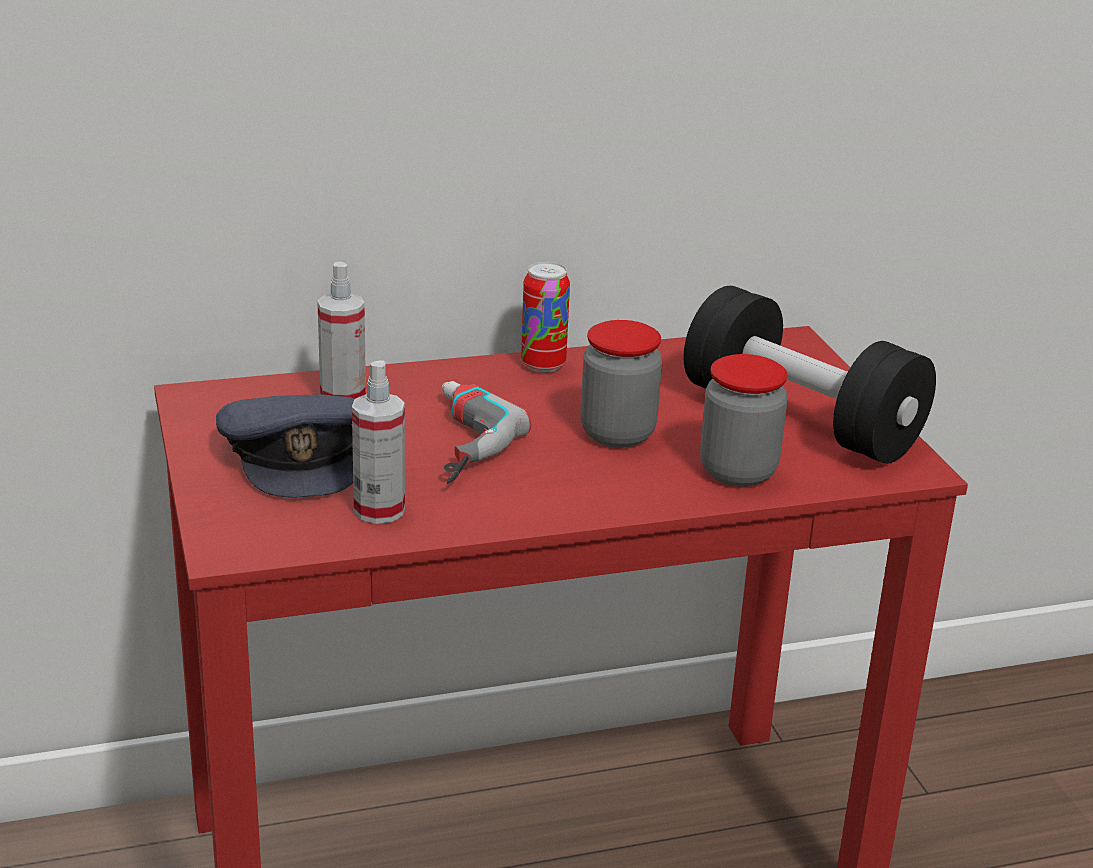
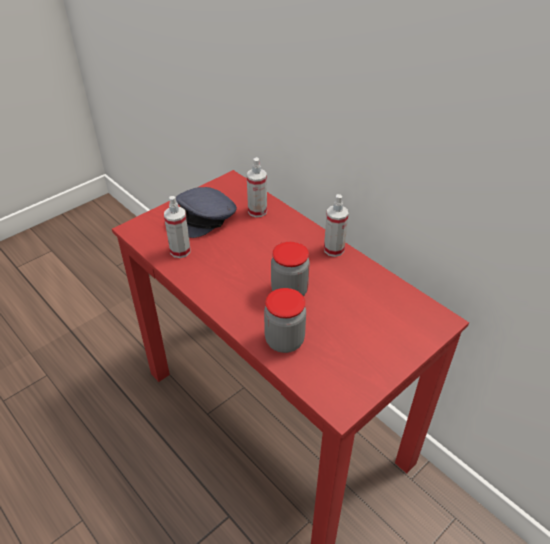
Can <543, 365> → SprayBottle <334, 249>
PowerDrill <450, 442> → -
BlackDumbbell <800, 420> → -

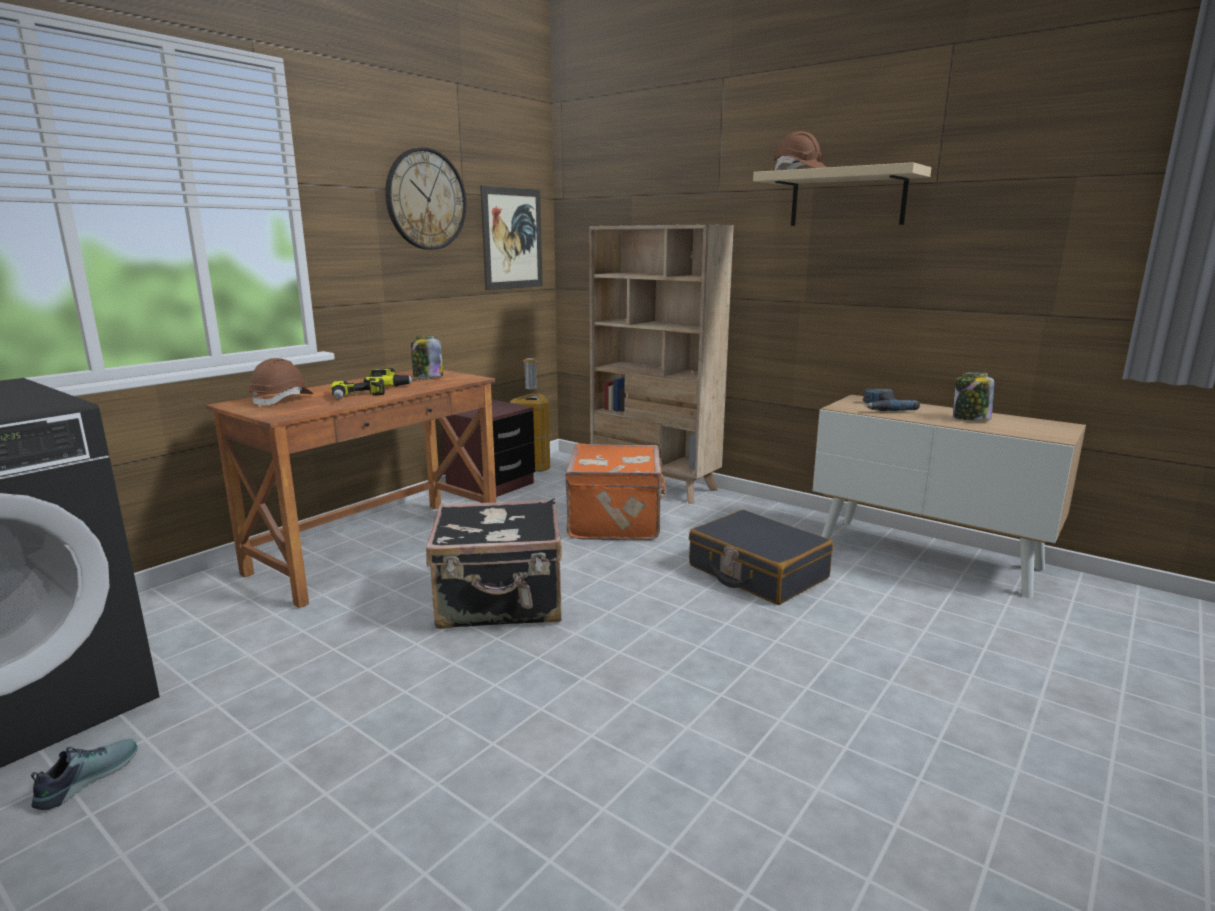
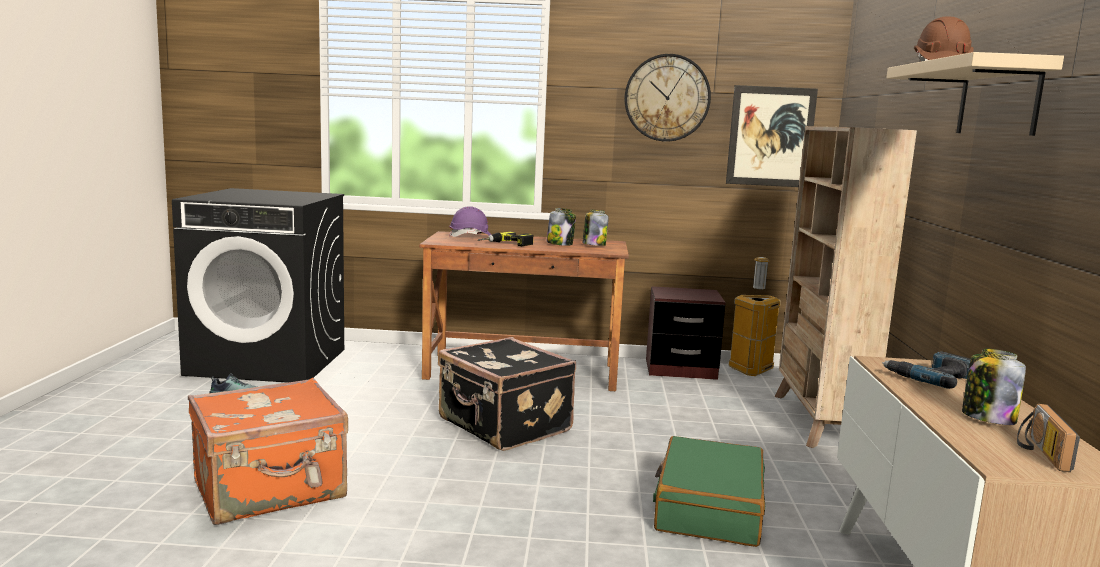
OrangeSuitcase <617, 521> → OrangeSuitcase <271, 490>, moved
BrownHardHat <282, 400> → PurpleHardHat <471, 237>
PowerDrill <398, 383> → Jar <560, 244>
BlackSuitcase <757, 572> → GreenSuitcase <708, 508>
- → Radio <1039, 452>

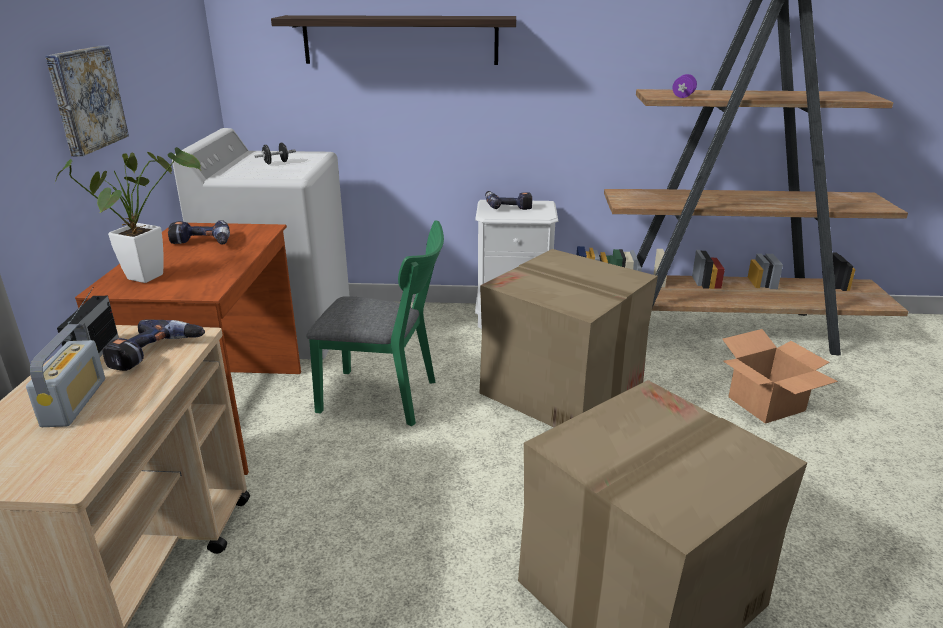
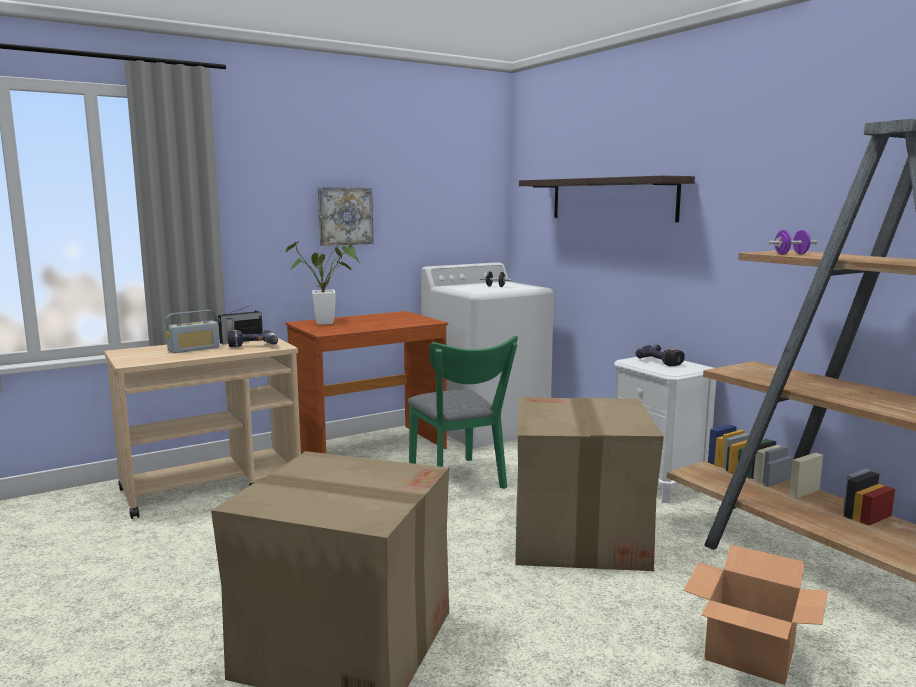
PowerDrill <201, 244> → -

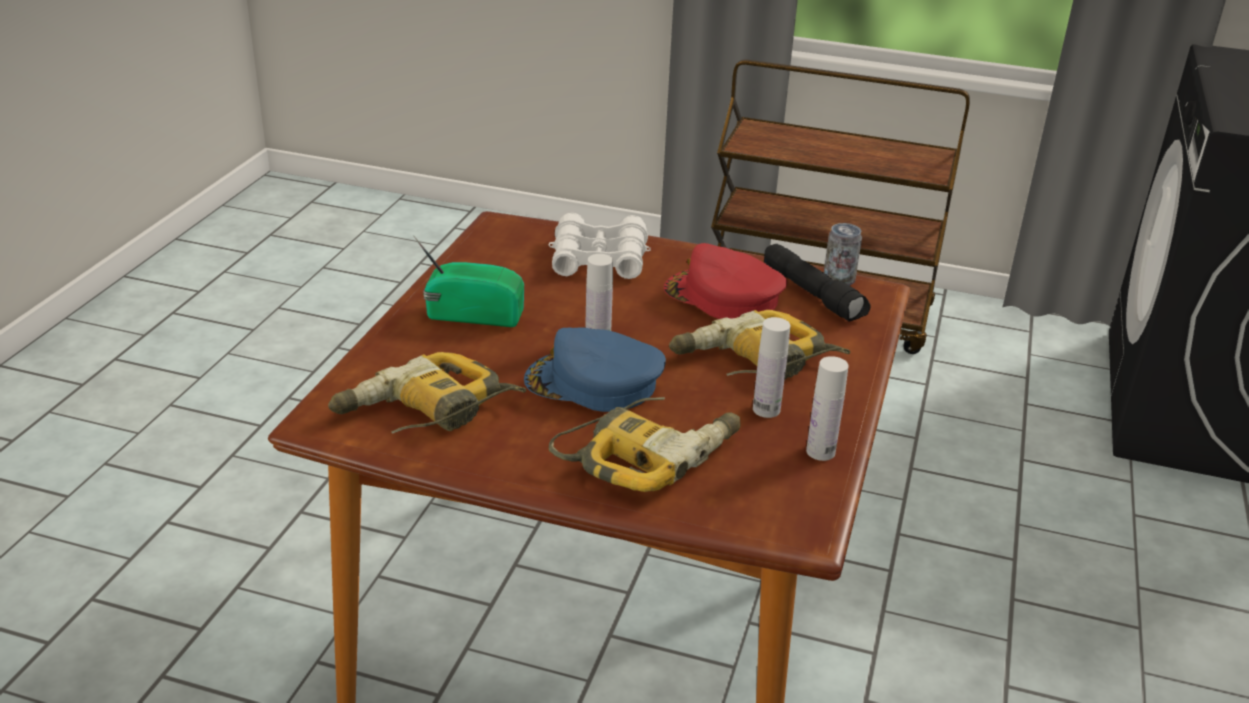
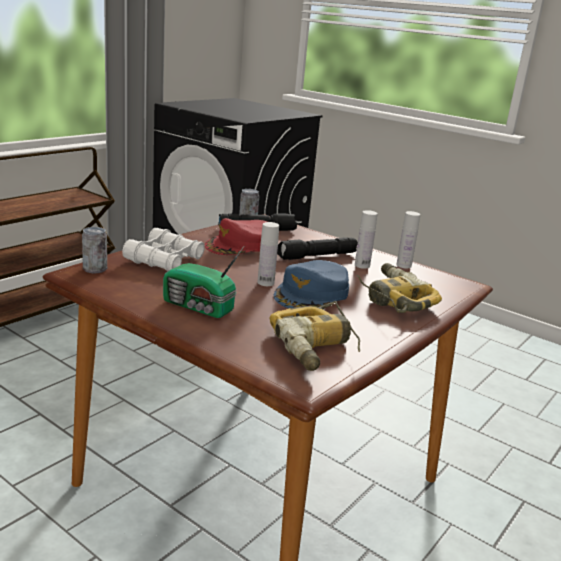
- → Can <95, 269>
Radio <473, 314> → Radio <199, 307>, 90 degrees counterclockwise
PowerDrill <755, 363> → BlackFlashlight <316, 256>

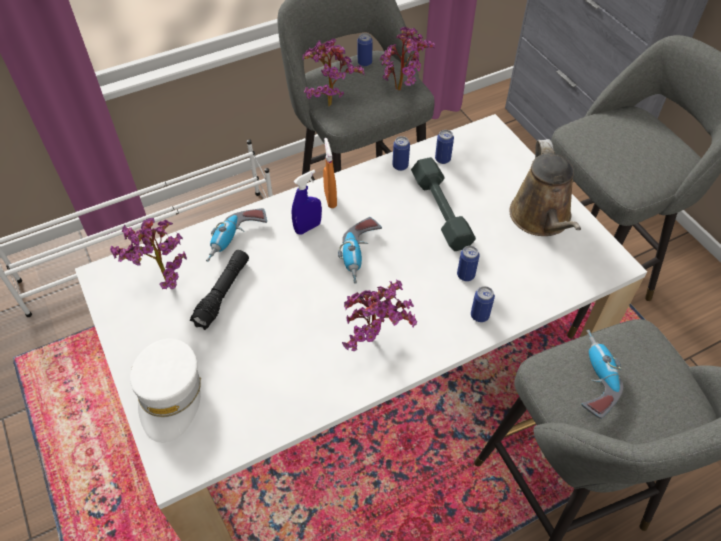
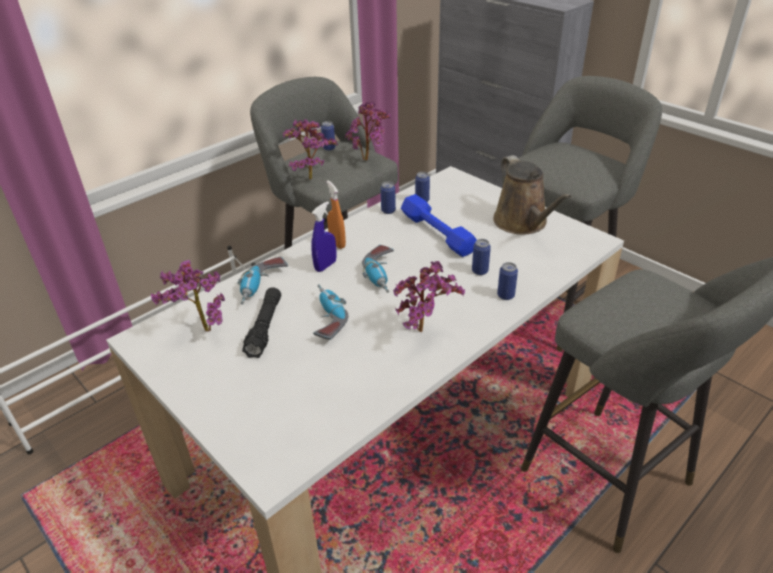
PowerDrill <592, 378> → PowerDrill <326, 318>, moved
GreyDumbbell <441, 210> → BlueDumbbell <437, 233>
WhiteCap <170, 395> → -

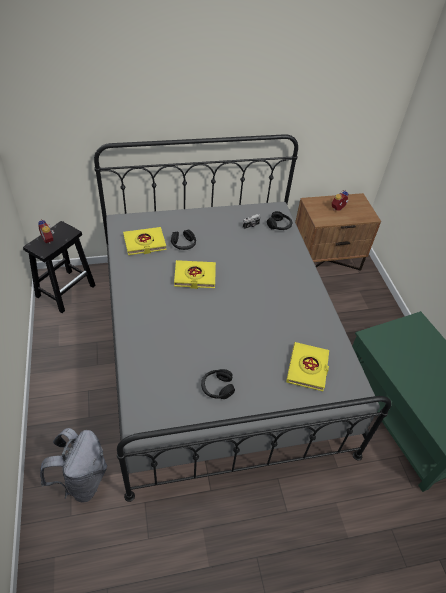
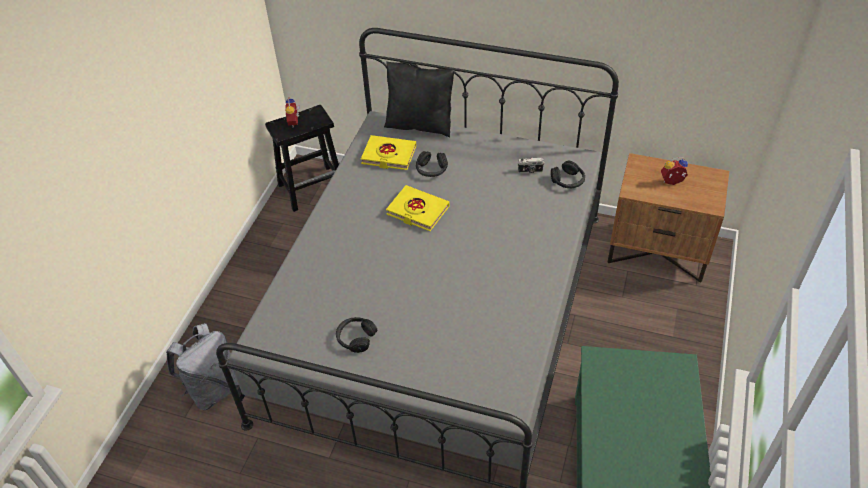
- → BlackPillow <420, 124>
YellowBook <308, 368> → -

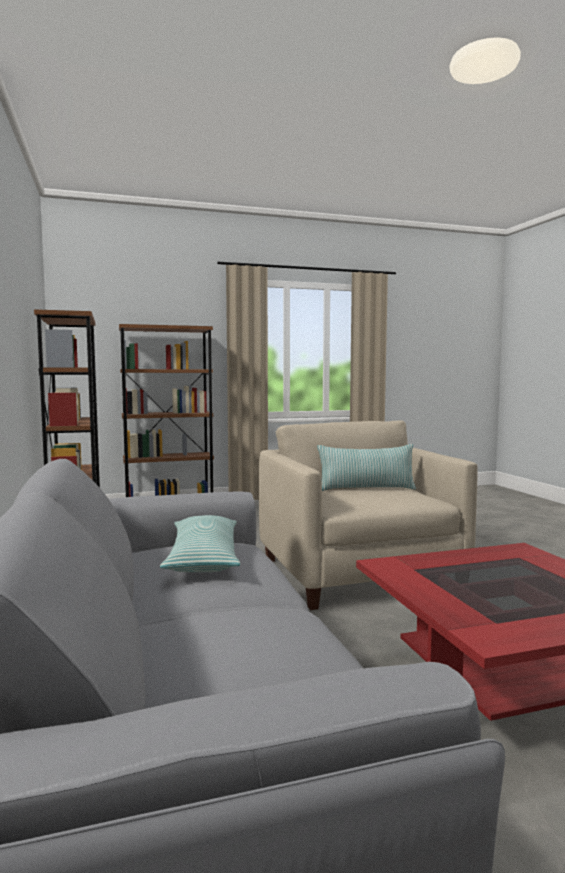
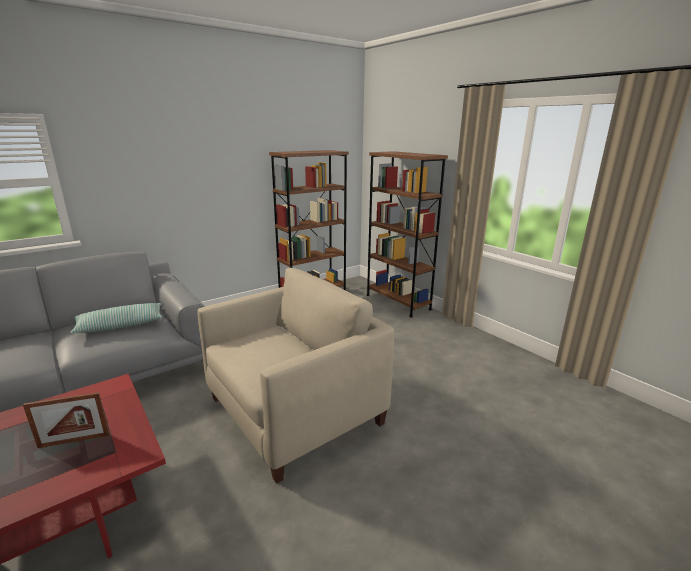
- → PictureFrame <74, 440>
Pillow <366, 489> → -

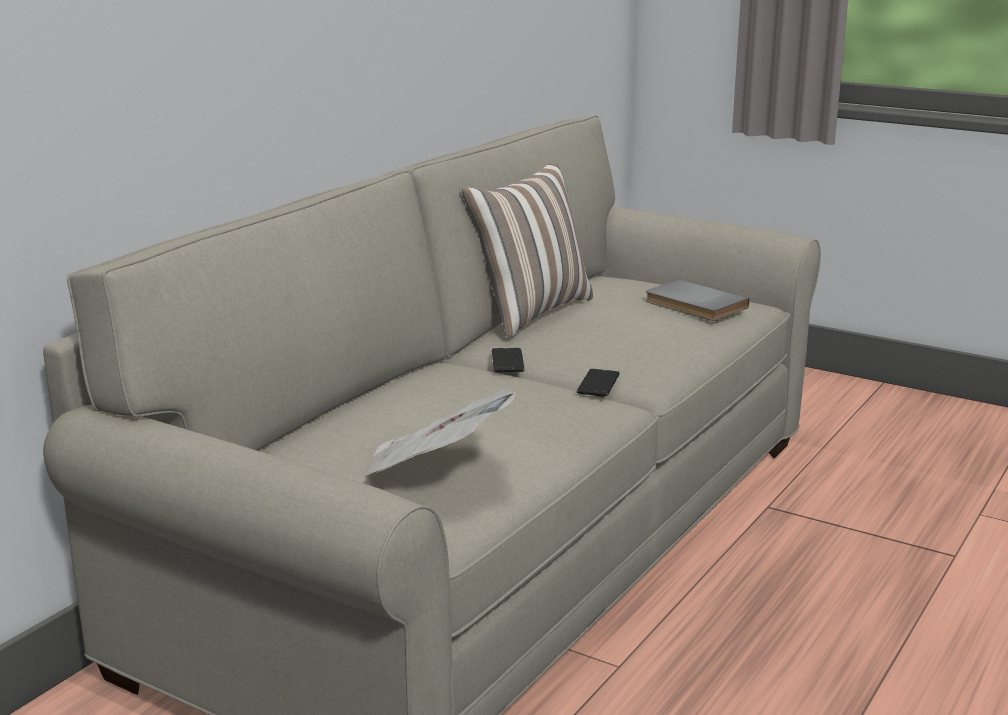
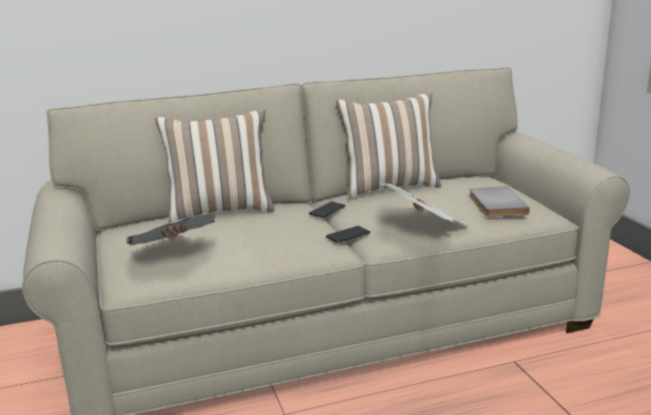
- → Pillow <220, 210>
- → Newspaper <423, 225>

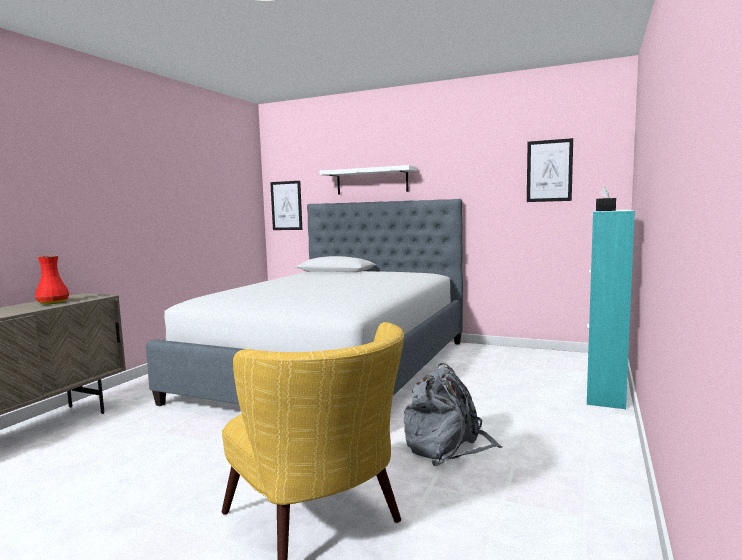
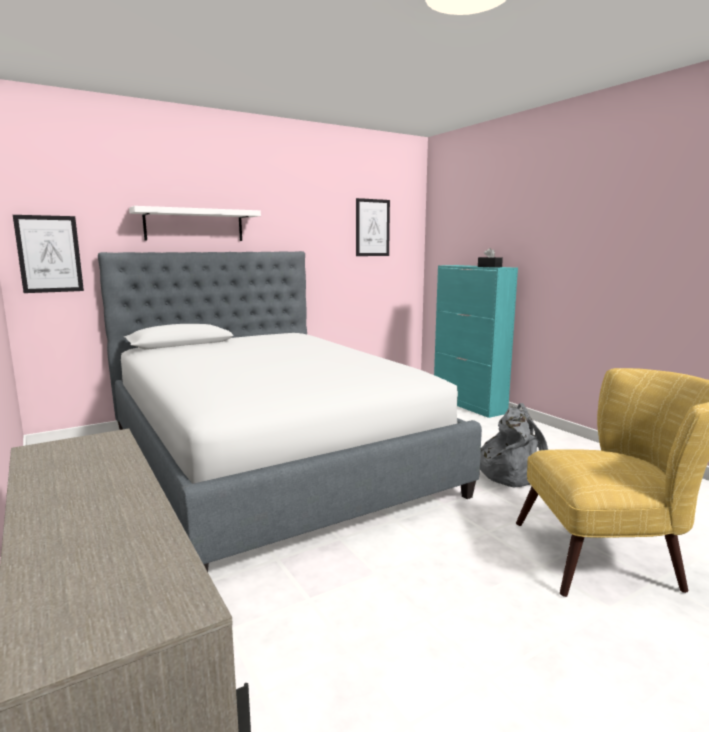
RedVase <54, 302> → -

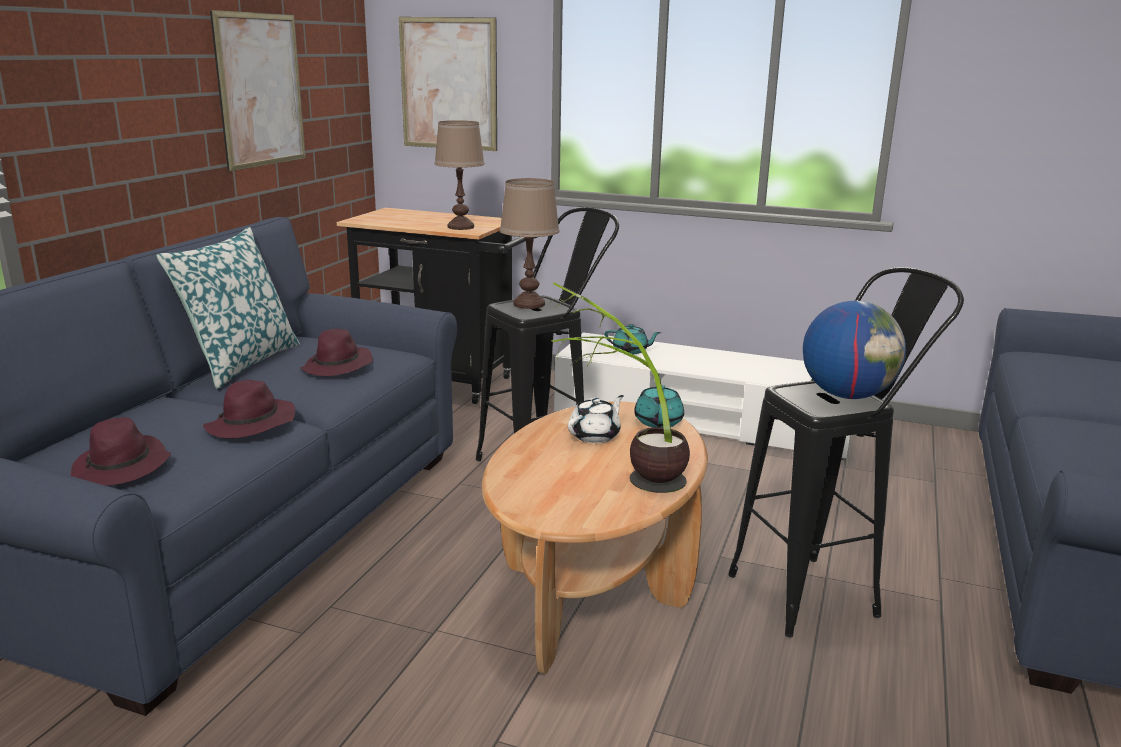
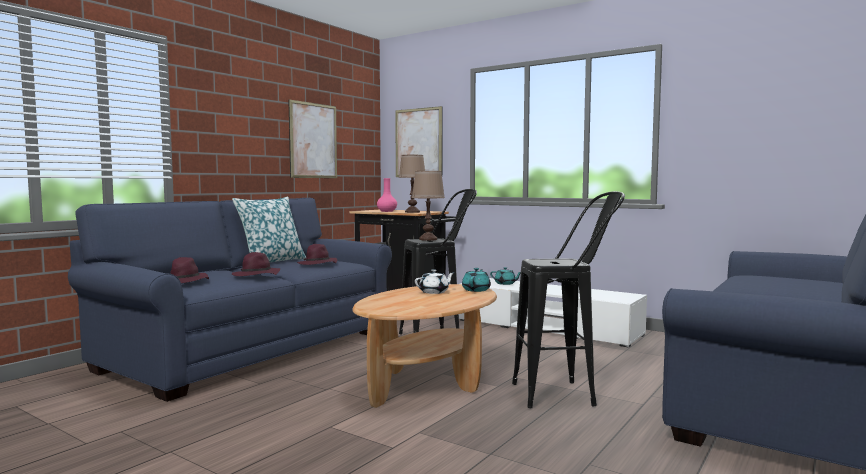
- → PinkVase <386, 211>
PottedPlant <623, 475> → -
Globe <847, 395> → -

